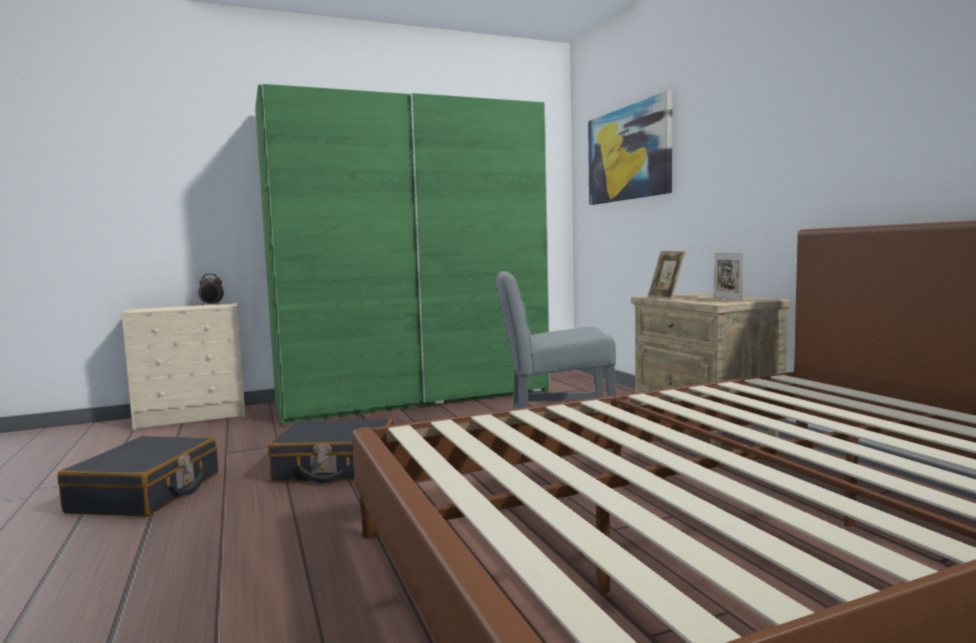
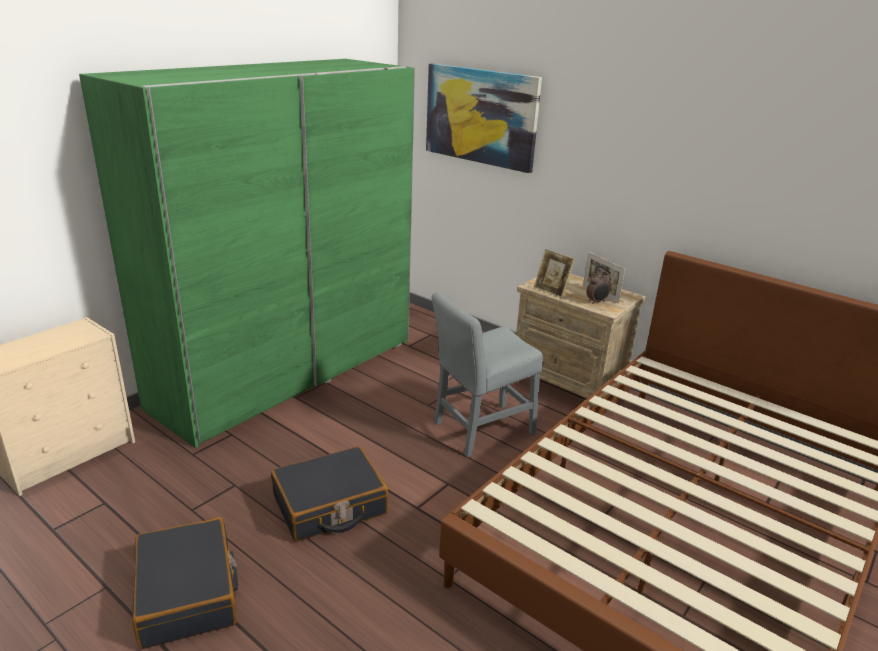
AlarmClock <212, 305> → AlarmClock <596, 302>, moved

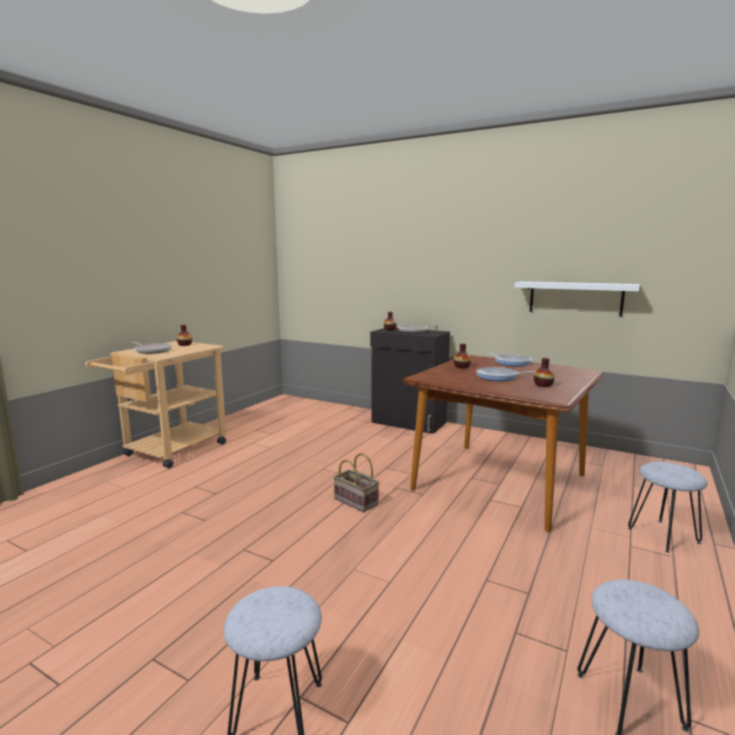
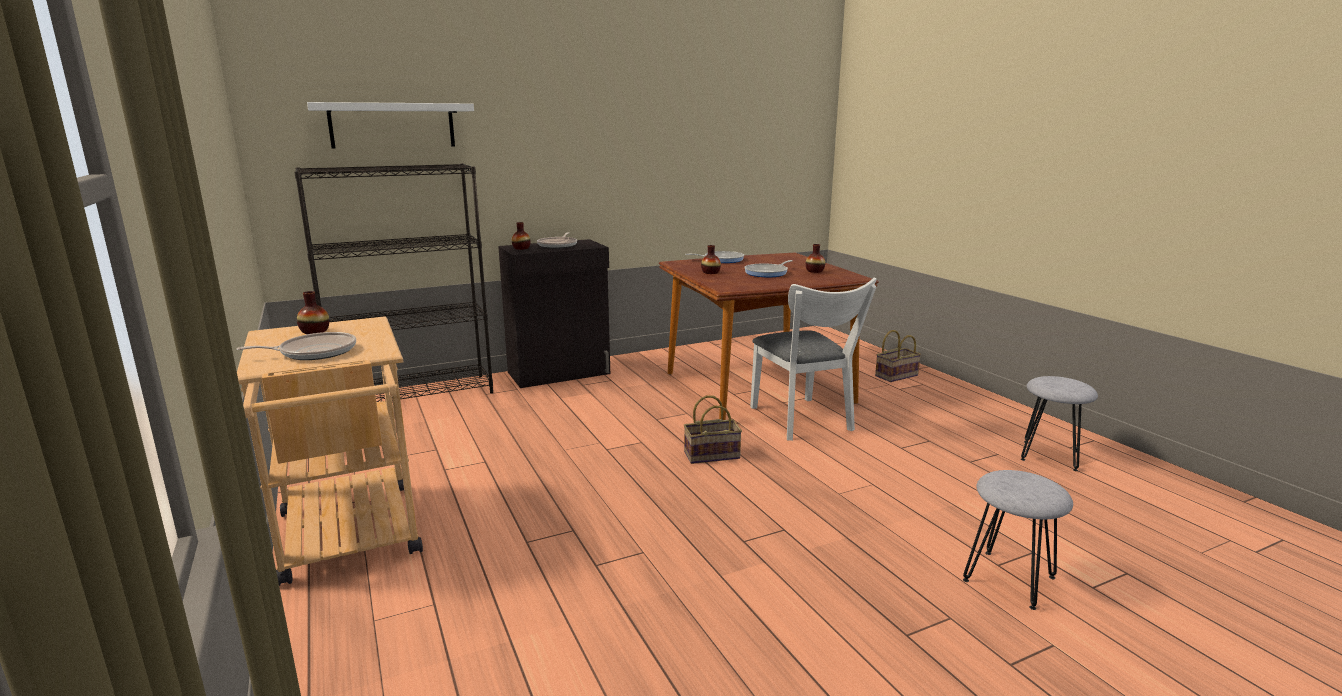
- → BlackBookcase <414, 395>
WhiteShelf <575, 298> → WhiteShelf <392, 125>, moved
- → WhiteChair <804, 421>
GreyStool <663, 535> → Basket <896, 375>

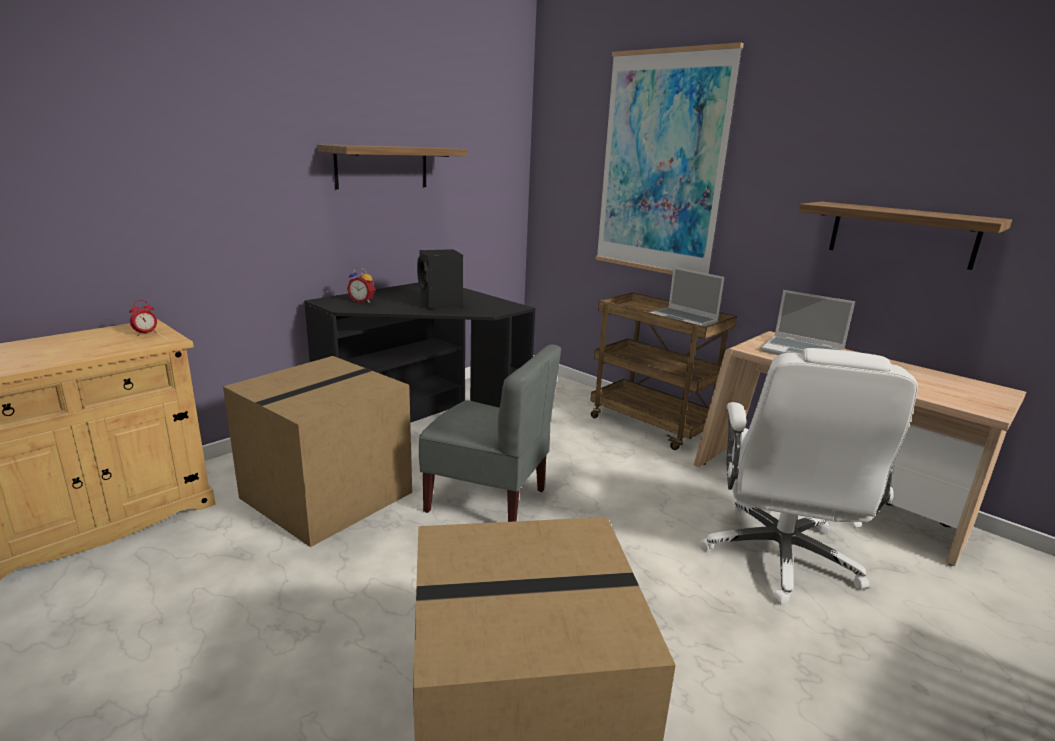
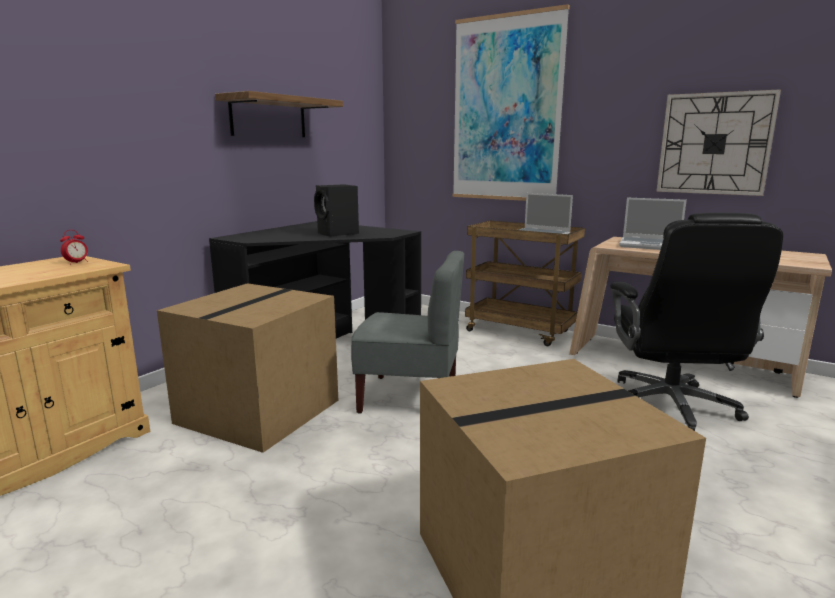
WhiteOfficeChair <780, 557> → BlackOfficeChair <670, 408>
Shelf <902, 234> → WallClock <714, 144>
AlarmClock <362, 301> → -

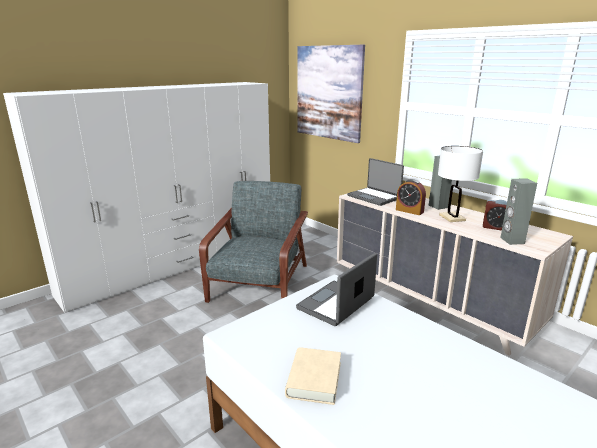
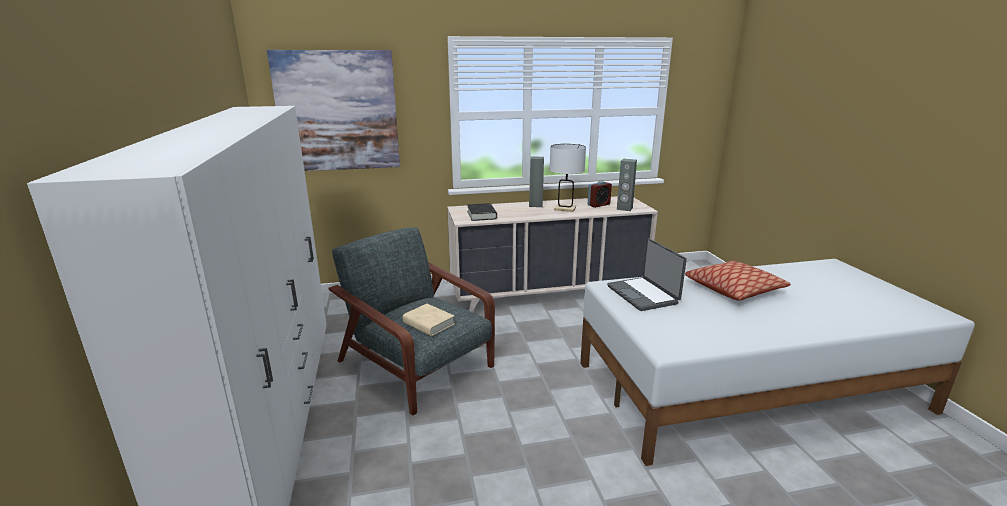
BeigeBook <314, 379> → BeigeBook <428, 323>, moved
Laptop <374, 197> → BlackBook <481, 215>
- → Pillow <733, 289>
AlarmClock <409, 211> → -

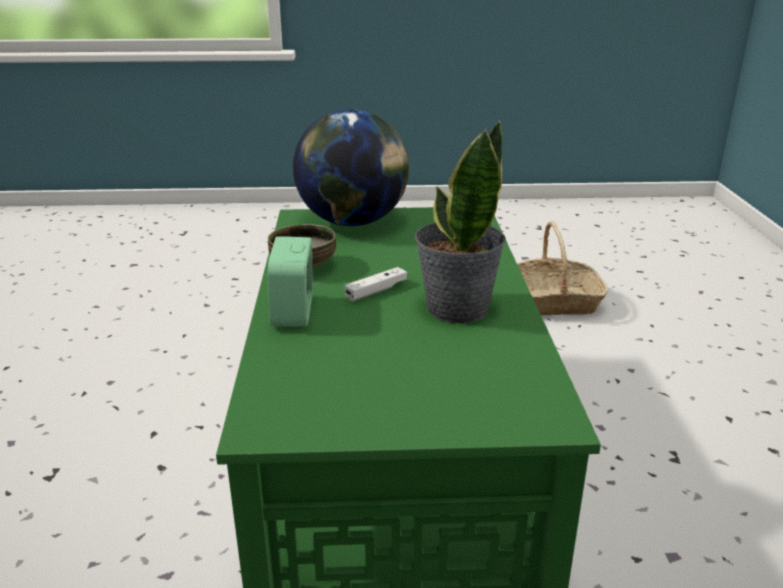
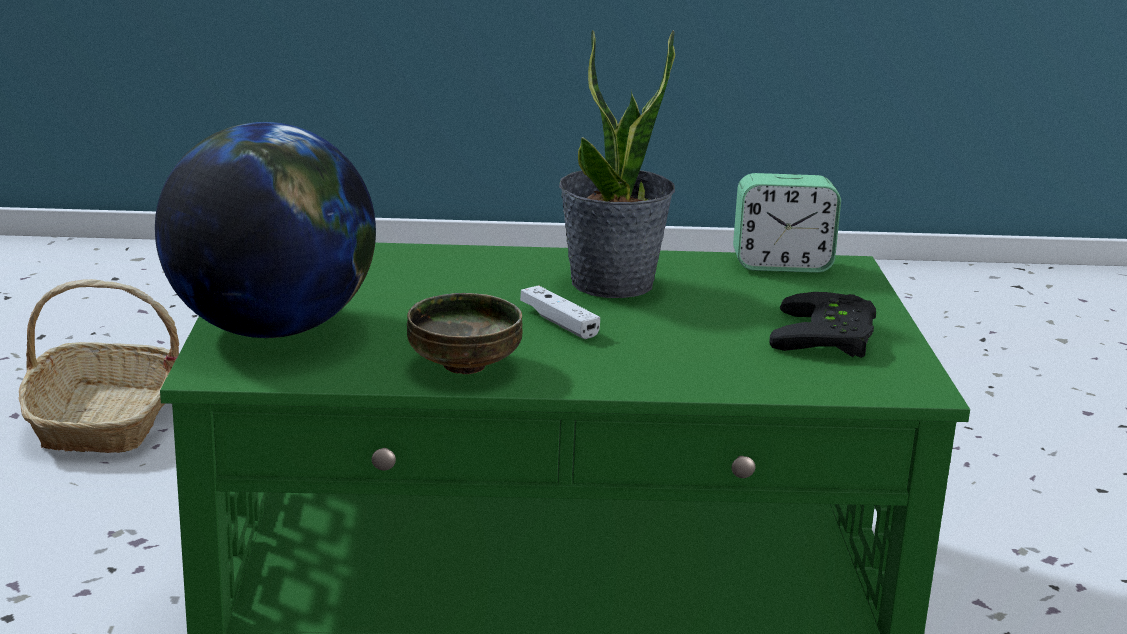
AlarmClock <293, 312> → AlarmClock <781, 265>, moved
- → BlackGameController <831, 336>

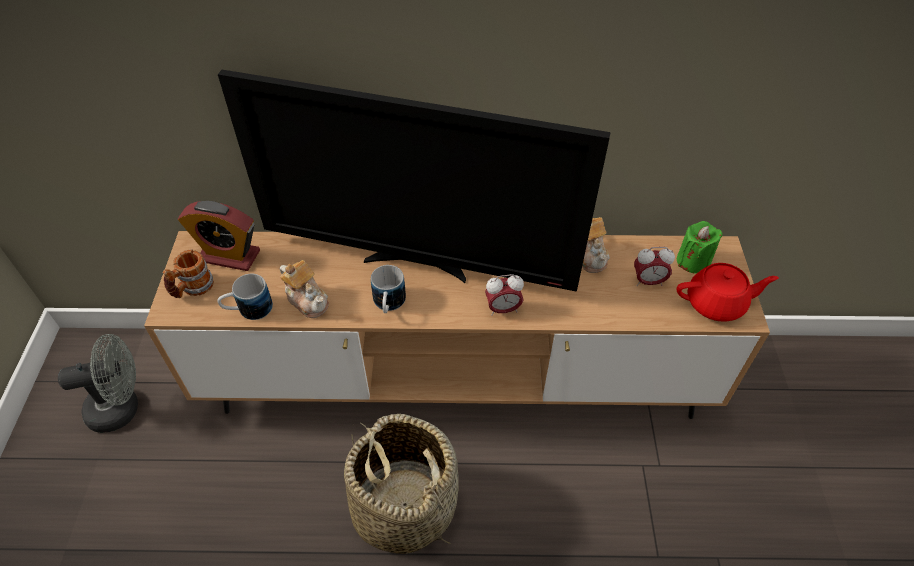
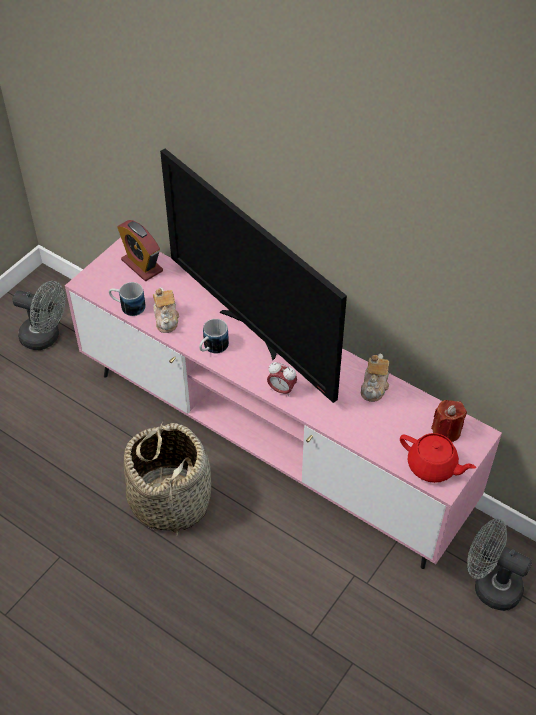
BrownTvStand <456, 382> → PinkTvStand <269, 443>
GreenCandle <693, 261> → RedCandle <446, 431>
- → GreyFan <490, 585>
Mug <192, 288> → -
AlarmClock <648, 281> → -

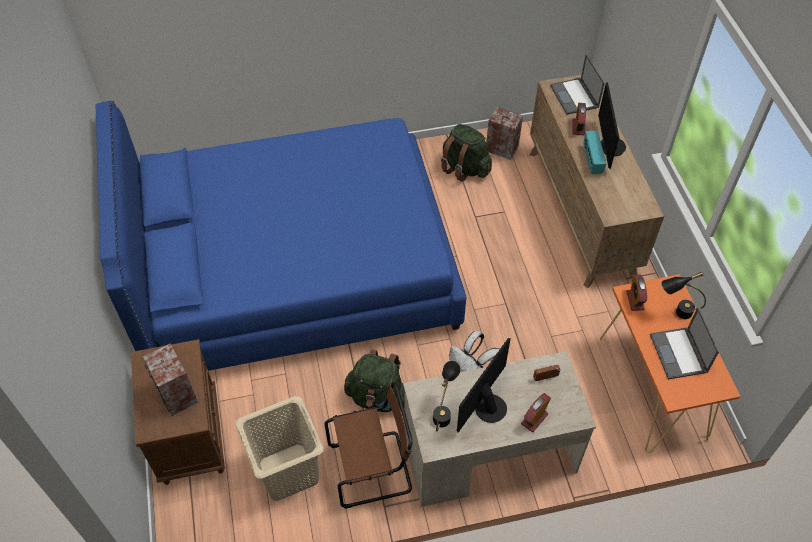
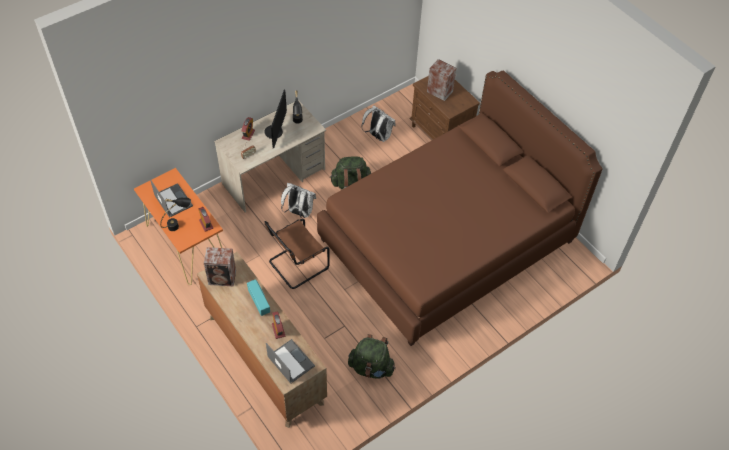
Speaker <501, 148> → Speaker <223, 278>, moved
BrownChair <373, 468> → BrownChair <296, 265>, moved
BlueBed <294, 271> → BrownBed <446, 240>
BeigeLaundryBasket <288, 472> → WhiteBackpack <378, 136>
Monitor <609, 147> → -

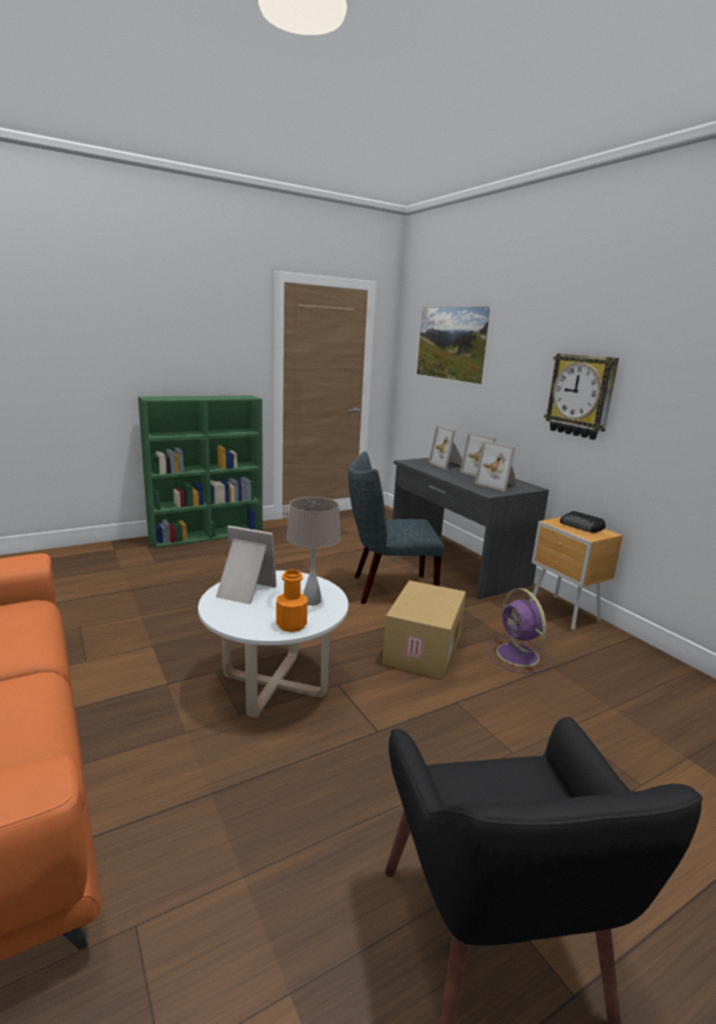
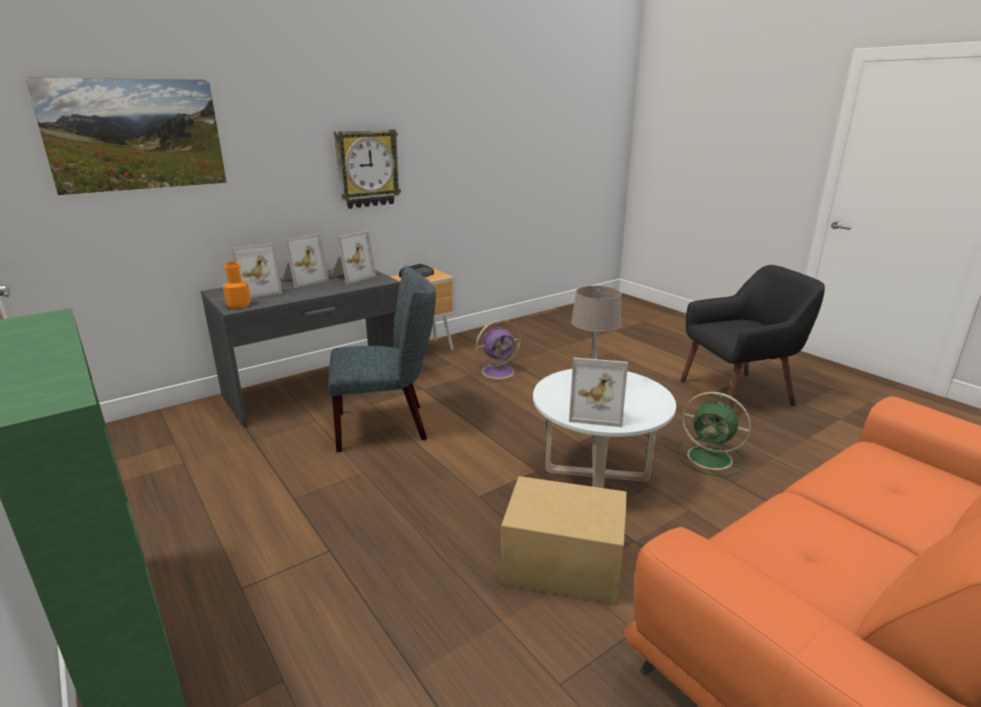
OrangeBottle <291, 625> → OrangeBottle <238, 305>, moved
GreyChair <388, 589> → GreyChair <388, 426>, 90 degrees counterclockwise
CardboardBox <421, 649> → CardboardBox <561, 566>, moved
PictureFrame <243, 591> → PictureFrame <596, 412>, 90 degrees counterclockwise
- → GreenFan <711, 458>

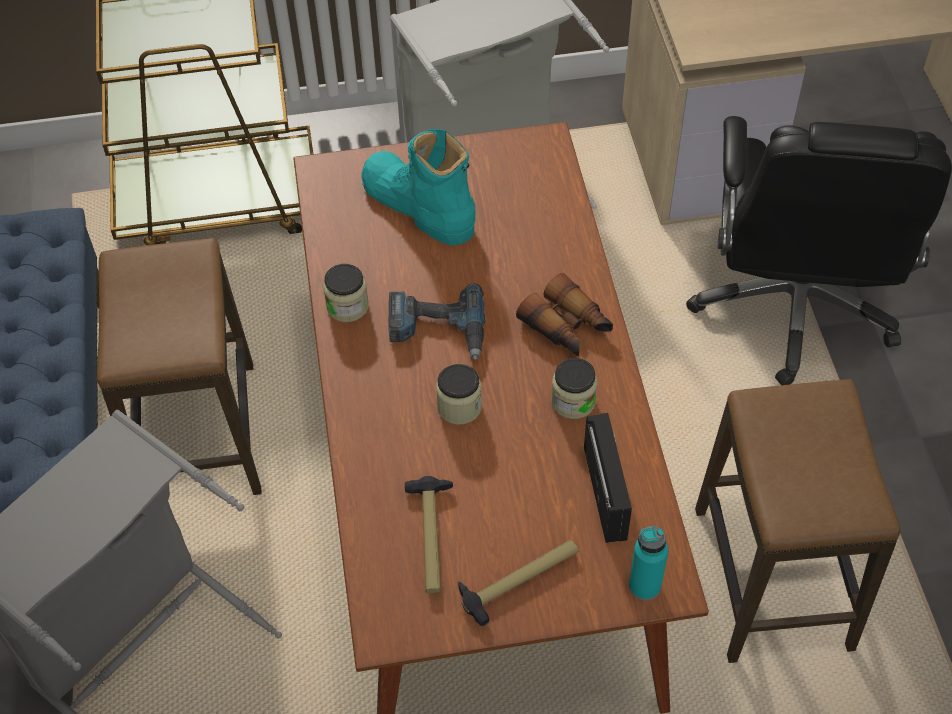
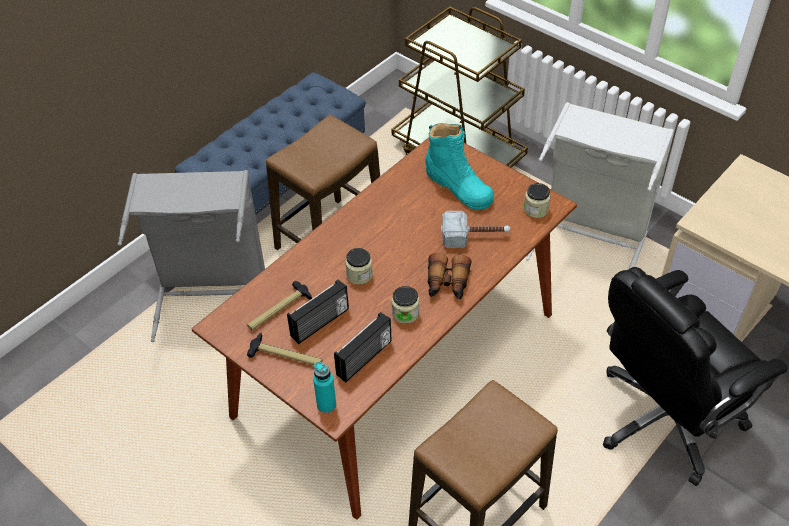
- → Radio <320, 323>
TurquoiseBoot <418, 206> → TurquoiseBoot <458, 187>, 135 degrees clockwise
- → Hammer <475, 236>
Jar <347, 306> → Jar <536, 209>, moved
PowerDrill <437, 330> → -

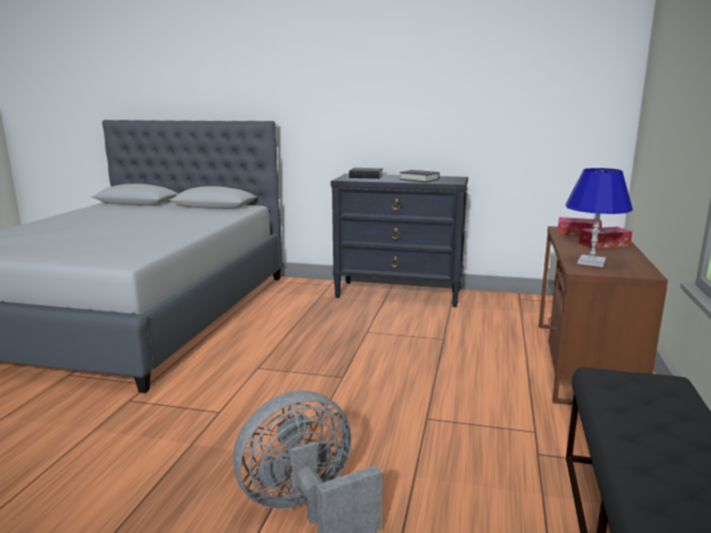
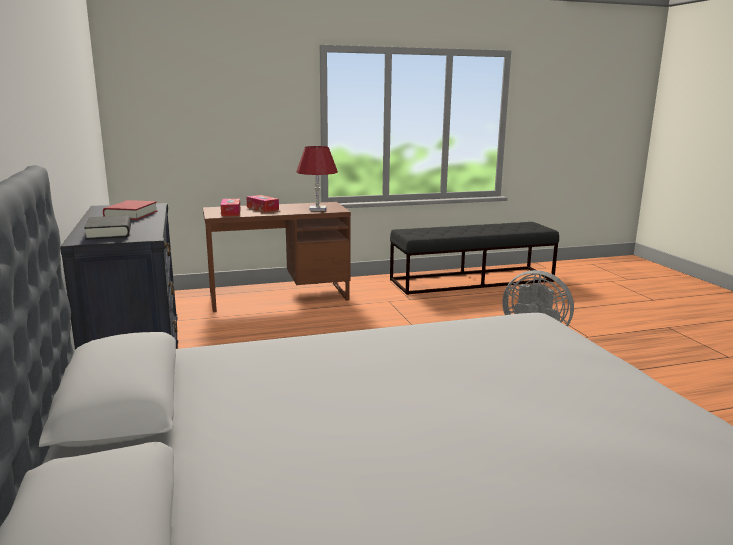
BlackBook <419, 179> → RedBook <131, 215>
BlueTableLamp <591, 262> → RedTableLamp <317, 209>

